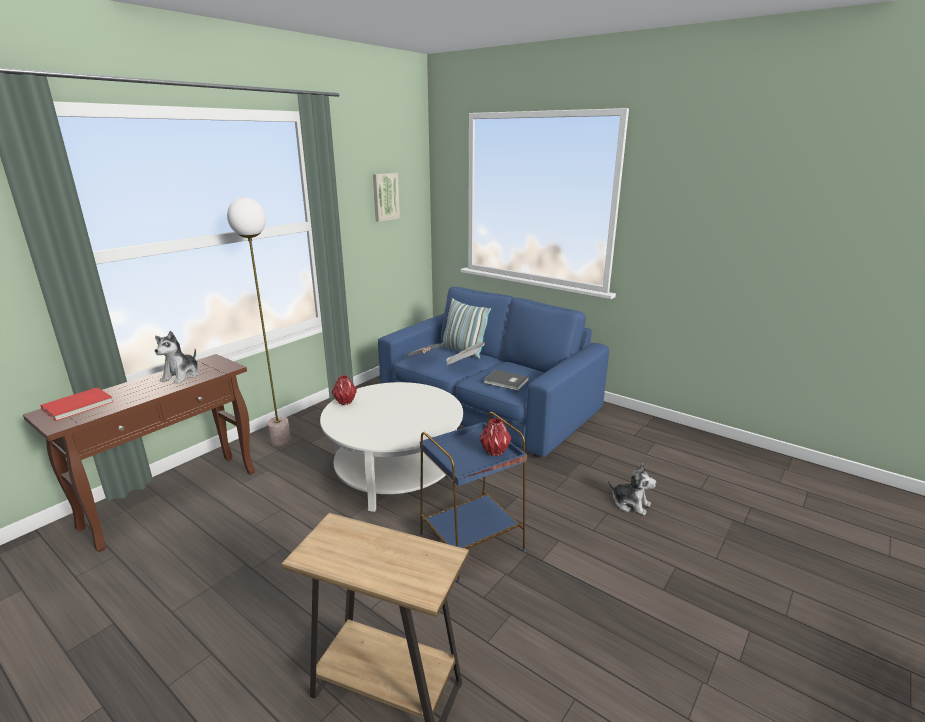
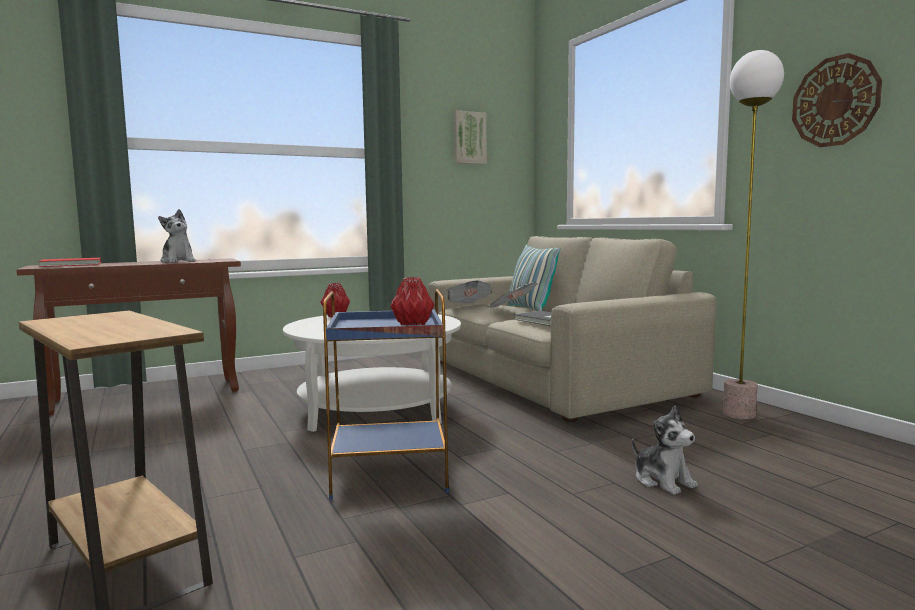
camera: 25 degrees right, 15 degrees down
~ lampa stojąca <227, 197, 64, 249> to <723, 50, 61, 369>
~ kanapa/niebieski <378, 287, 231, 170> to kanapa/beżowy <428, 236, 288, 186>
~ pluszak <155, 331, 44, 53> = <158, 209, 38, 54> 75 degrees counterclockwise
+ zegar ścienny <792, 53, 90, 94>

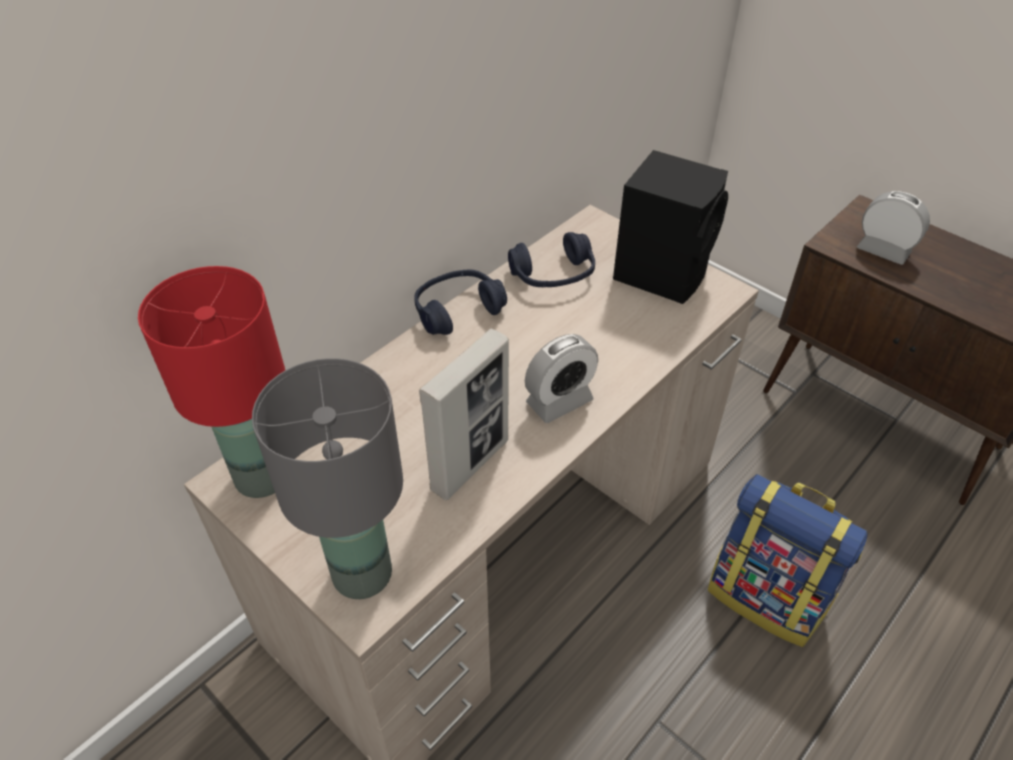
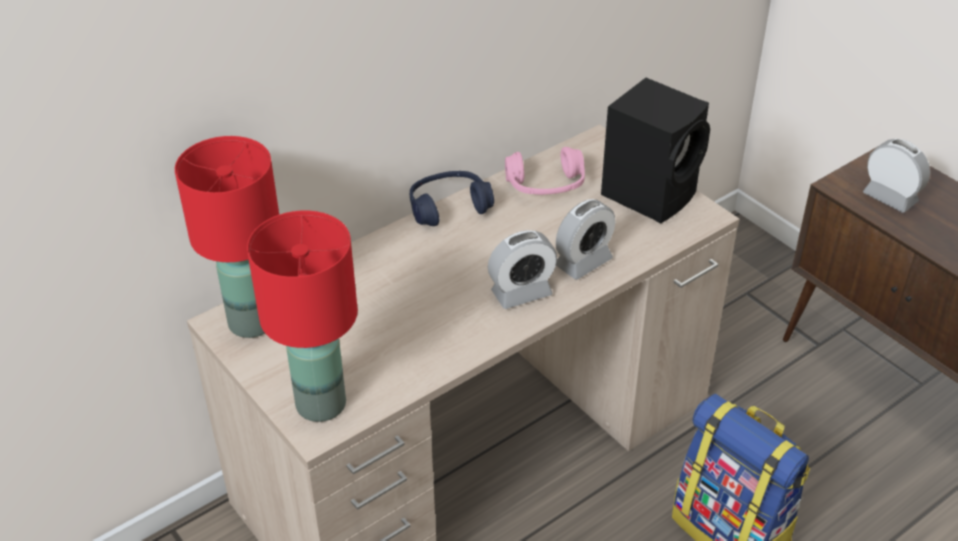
camera: 10 degrees right, 5 degrees down
~ słuchawki/niebieski <508, 232, 87, 55> to słuchawki/różowy <505, 147, 80, 48>
- ramka na zdjęcie <419, 328, 90, 172>
~ lampa stołowa/szary <252, 358, 151, 241> to lampa stołowa/czerwony <247, 210, 111, 212>
+ budzik <556, 199, 59, 81>

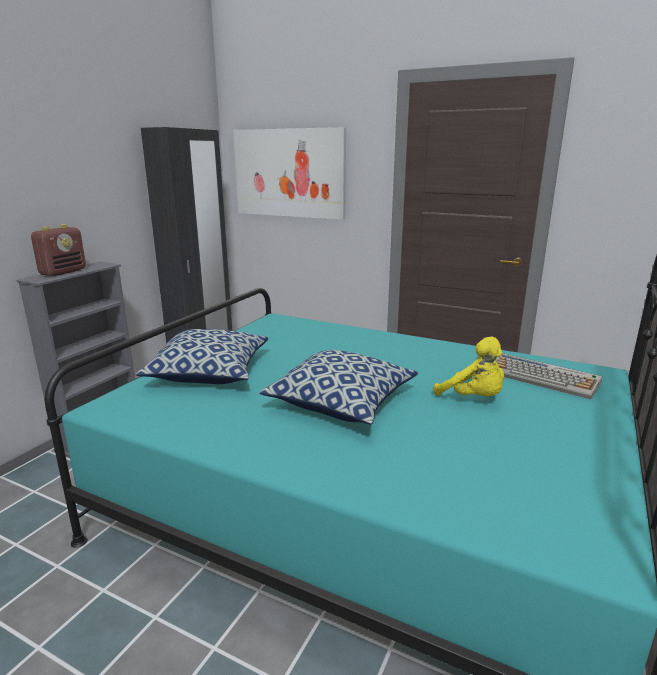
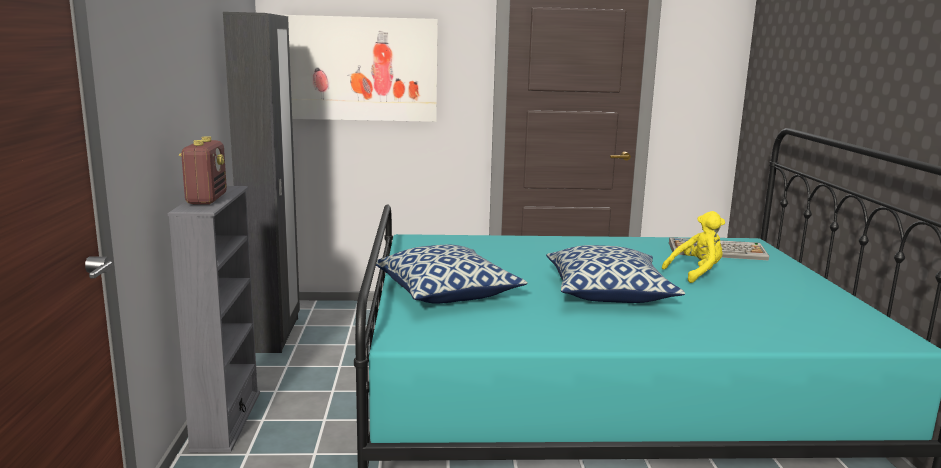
camera: 30 degrees left, 5 degrees down
~ pluszak/żółty <433, 337, 71, 59> = <662, 211, 63, 72> 45 degrees counterclockwise

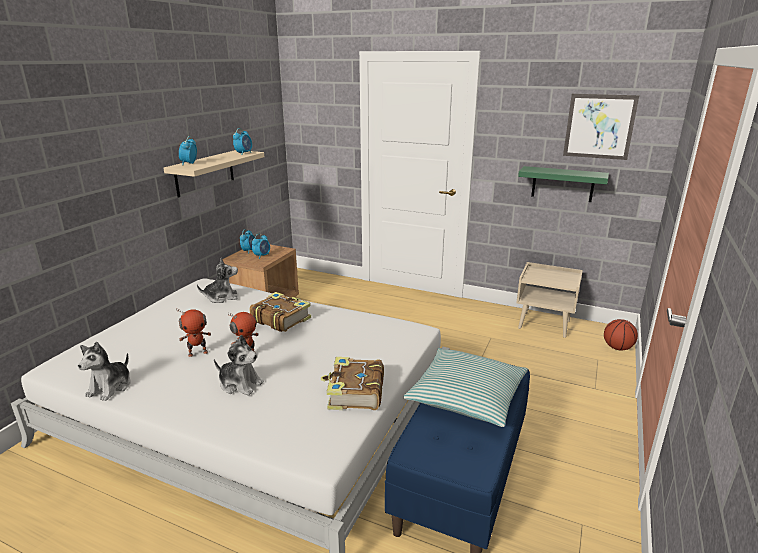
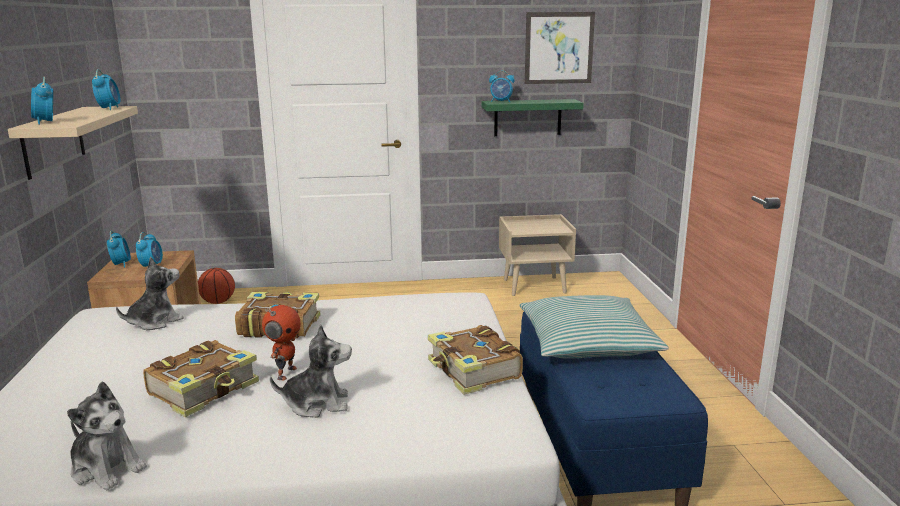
camera: 30 degrees left, 5 degrees down
~ robot zabawkowy <176, 309, 35, 48> to książka <143, 340, 116, 77>
~ piłka do koszykówki <604, 319, 34, 32> to <198, 268, 37, 36>
~ pluszak <78, 342, 53, 59> = <67, 382, 80, 108> 45 degrees counterclockwise
+ budzik <489, 71, 26, 31>

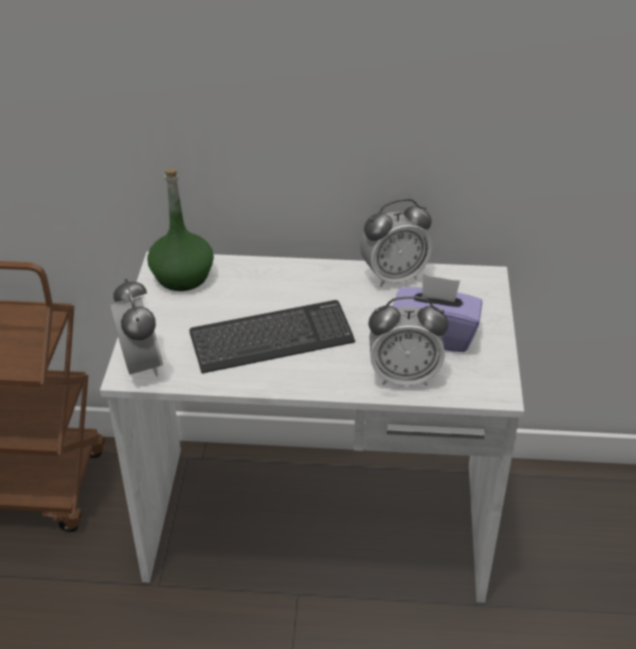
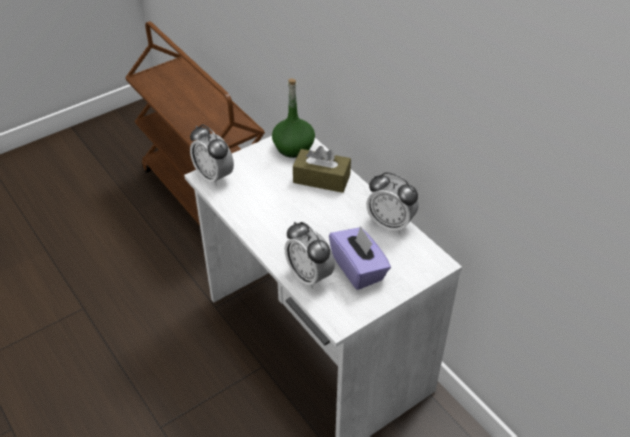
camera: 50 degrees right, 5 degrees up
~ budzik <110, 278, 53, 99> = <190, 124, 44, 63> 105 degrees clockwise
- klawiatura <189, 300, 166, 73>
+ pudełko chusteczek/brązowy <293, 146, 58, 47>

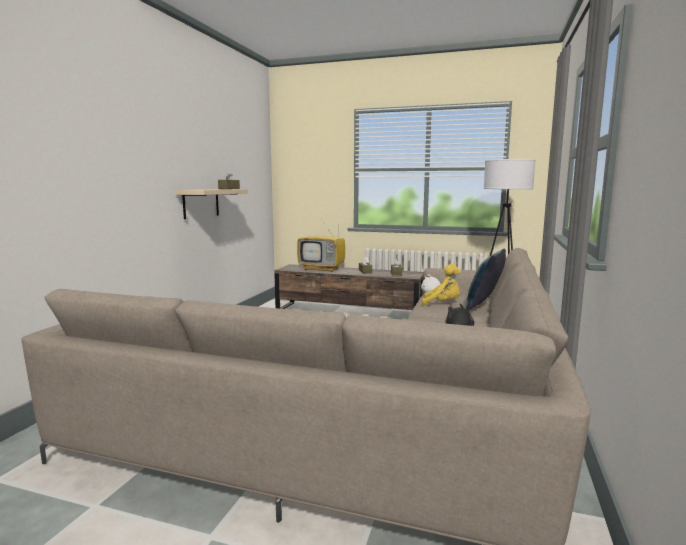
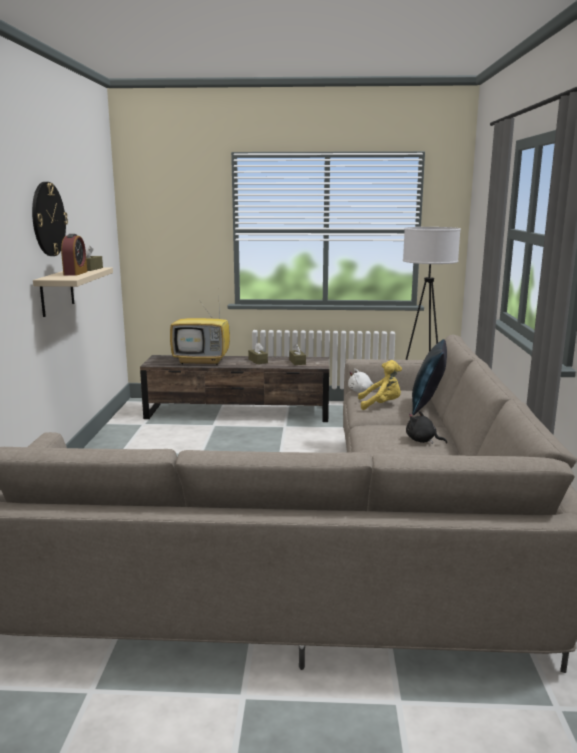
camera: 15 degrees left, 5 degrees up
+ zegar ścienny <32, 182, 36, 74>
+ budzik <61, 234, 26, 42>

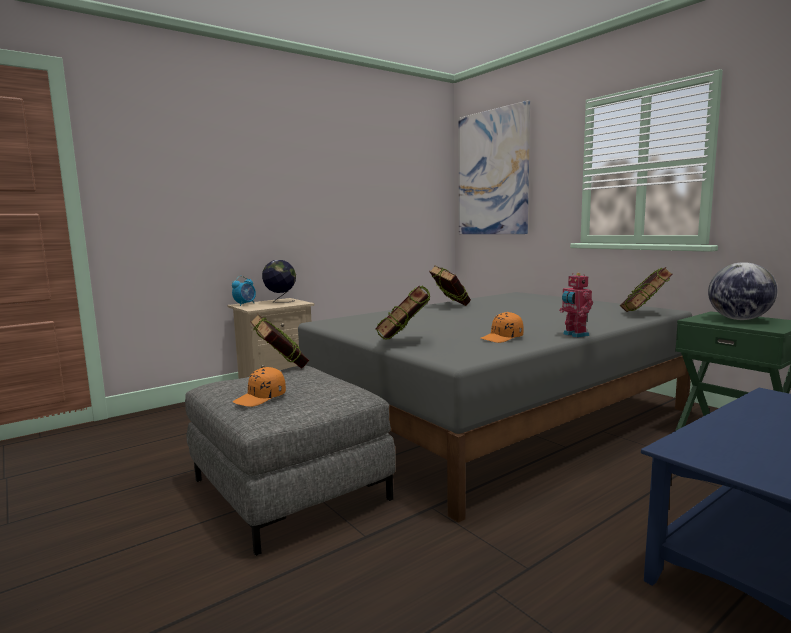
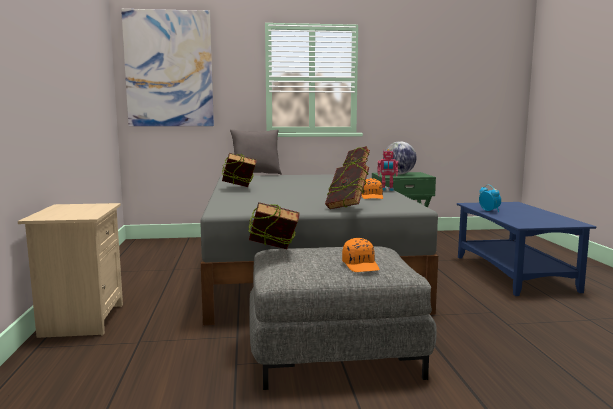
camera: 60 degrees left, 0 degrees up
- globus <262, 260, 34, 43>
~ budzik <232, 276, 24, 30> to <479, 185, 22, 27>
+ poduszka/szary <230, 129, 52, 46>

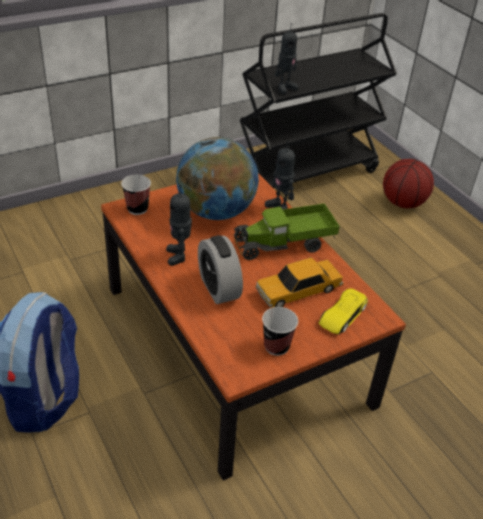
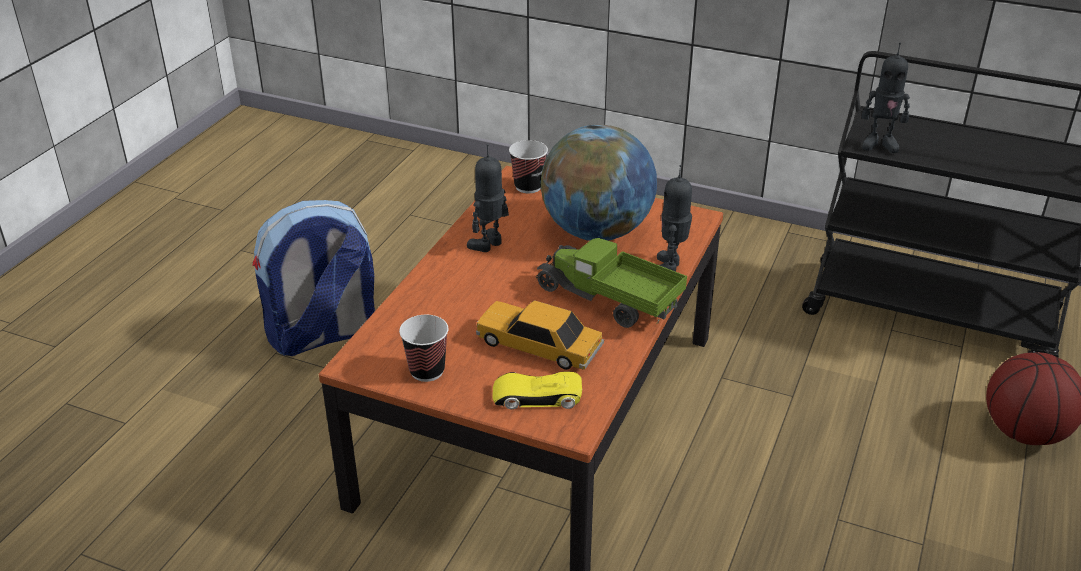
camera: 55 degrees right, 5 degrees down
- budzik <198, 235, 45, 69>

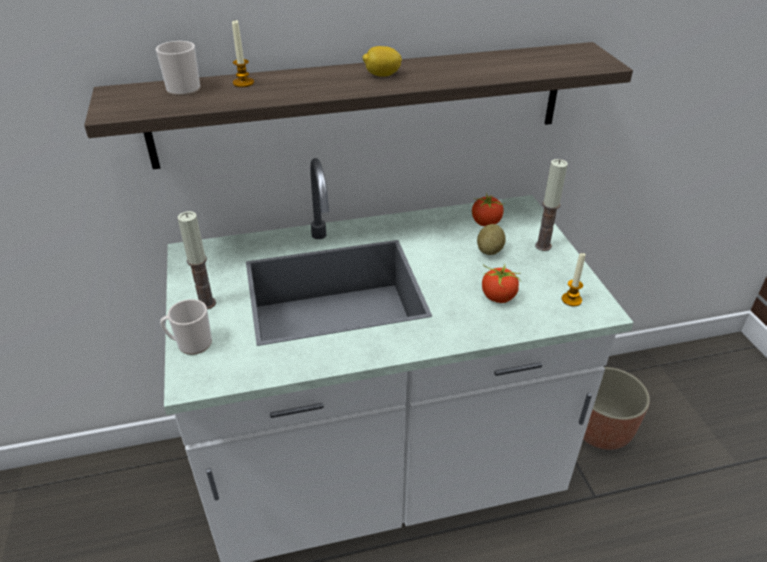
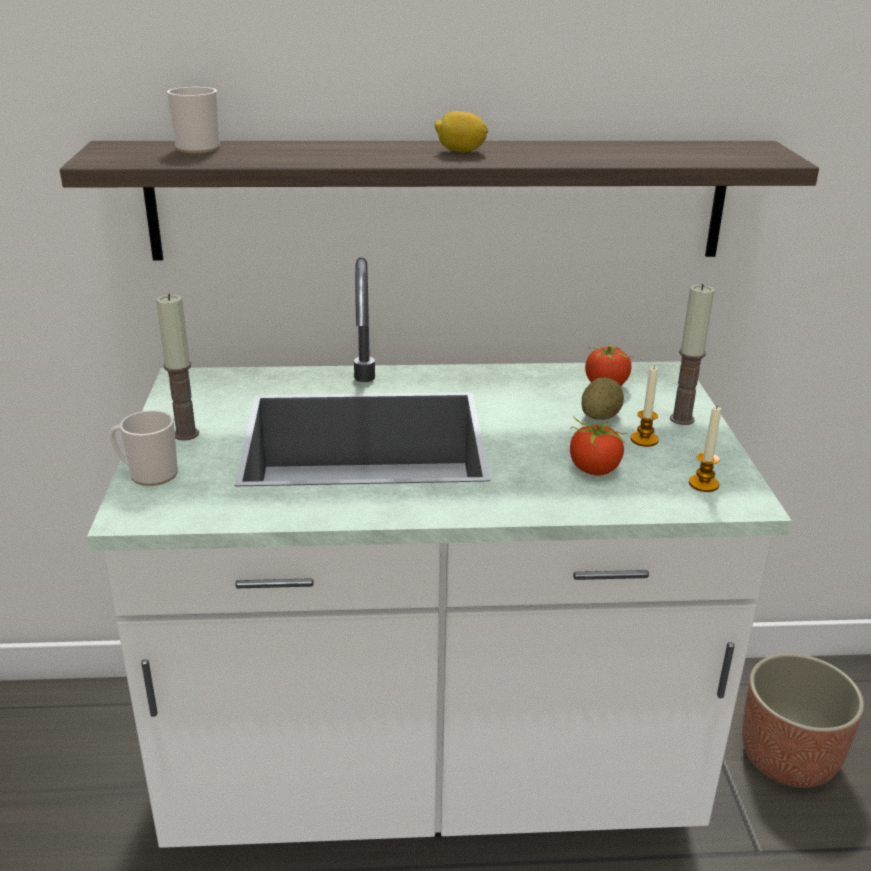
camera: 10 degrees right, 10 degrees down
~ świeca <232, 20, 22, 67> to <630, 365, 29, 82>

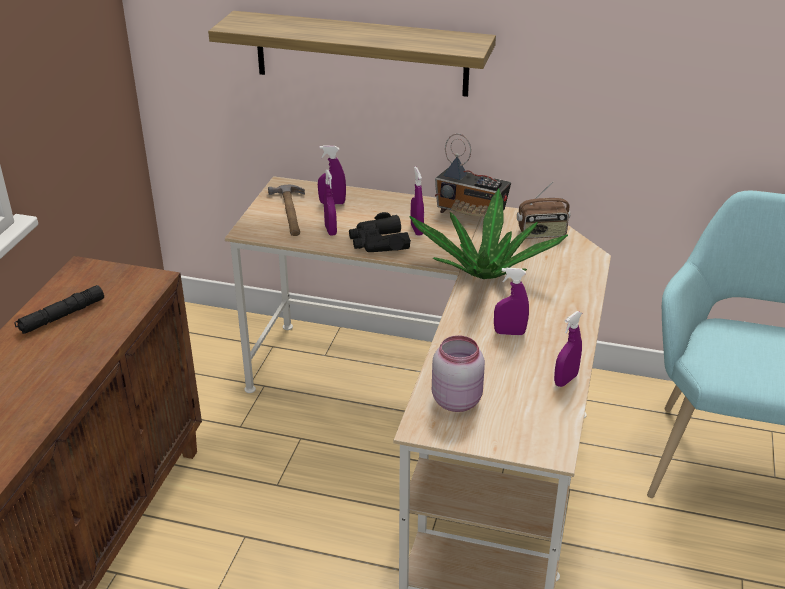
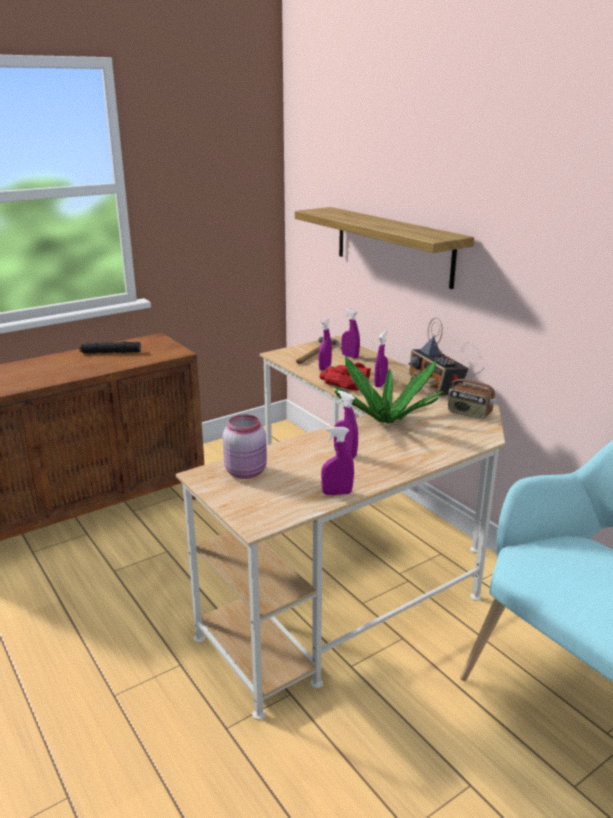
camera: 40 degrees right, 10 degrees down
~ lornetka/czarny <349, 212, 62, 40> to lornetka/czerwony <320, 362, 51, 29>

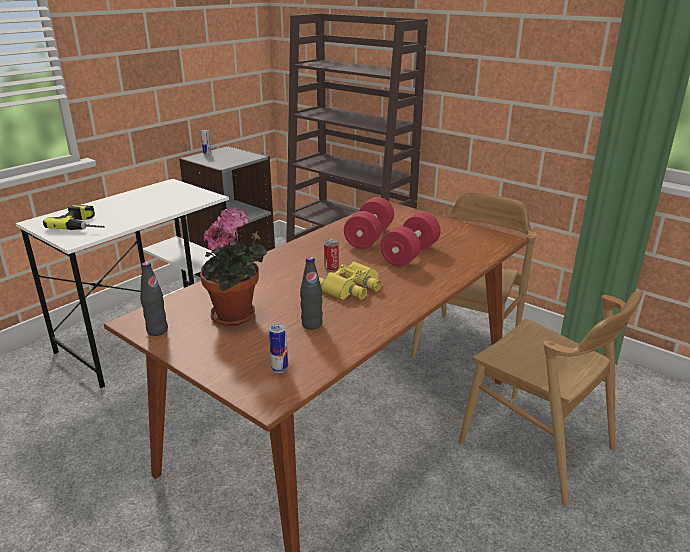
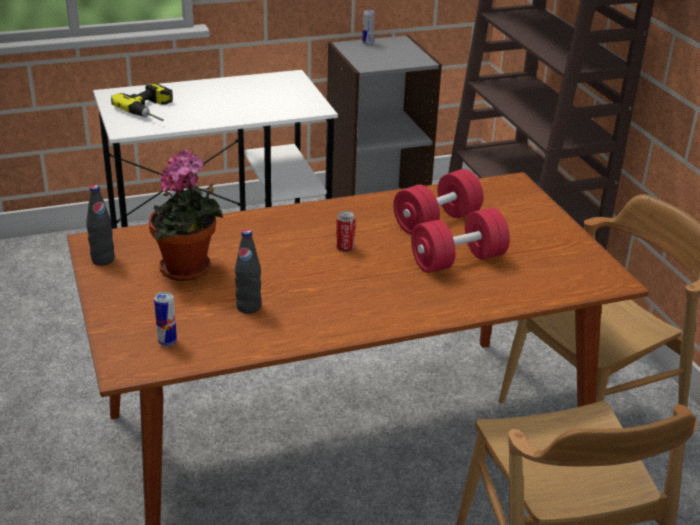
camera: 30 degrees right, 5 degrees up
- lornetka/żółty <319, 261, 63, 39>

